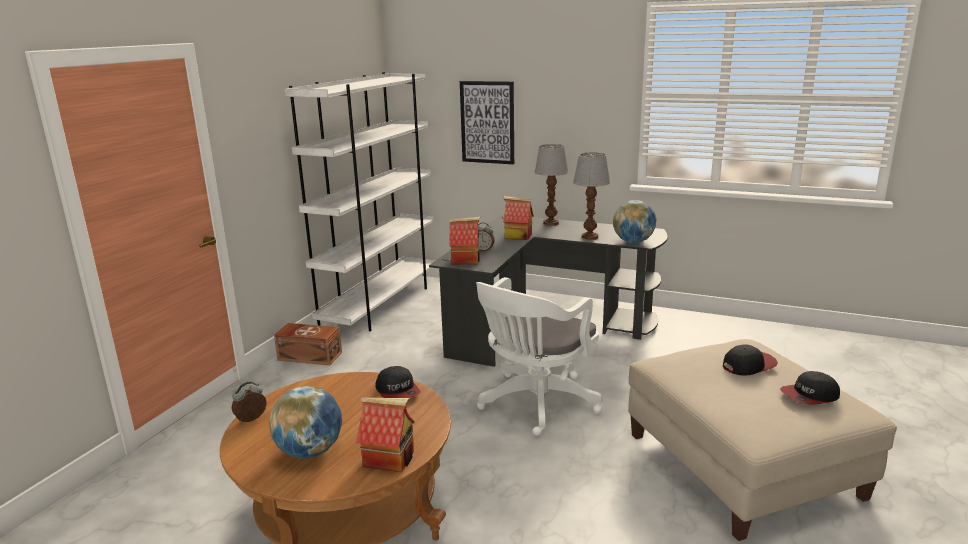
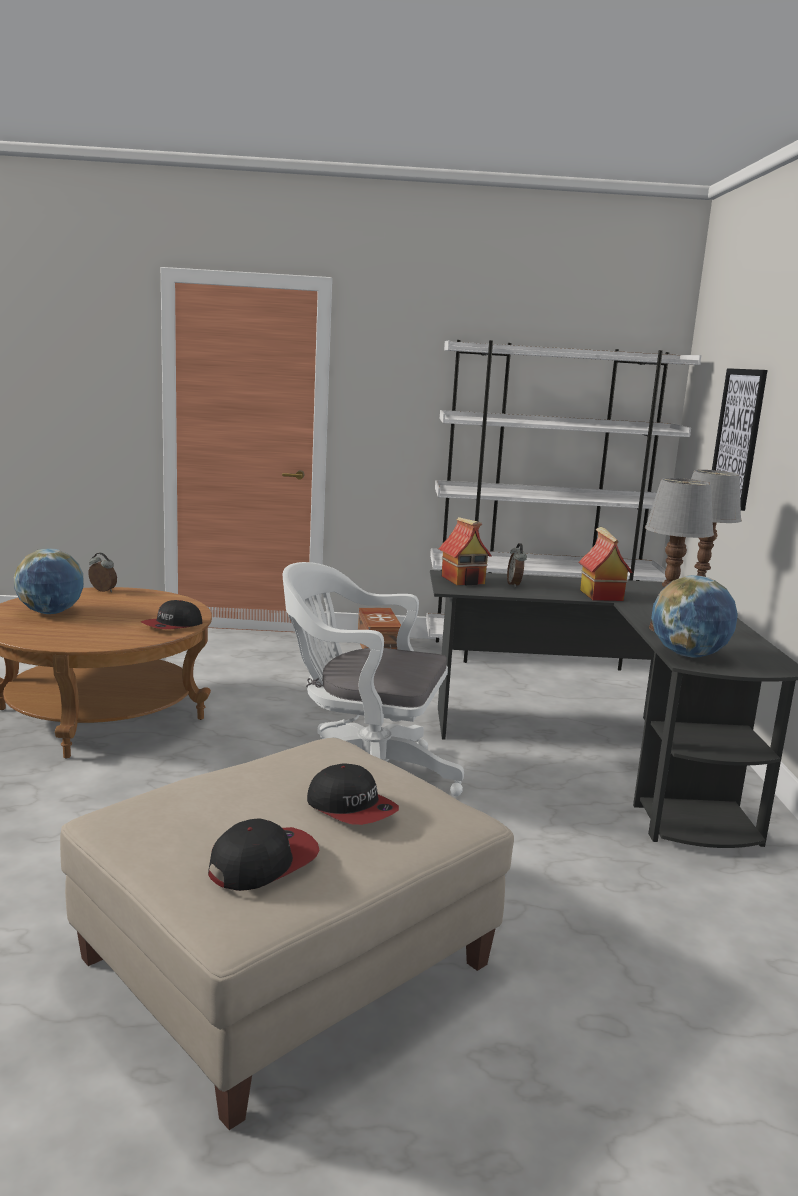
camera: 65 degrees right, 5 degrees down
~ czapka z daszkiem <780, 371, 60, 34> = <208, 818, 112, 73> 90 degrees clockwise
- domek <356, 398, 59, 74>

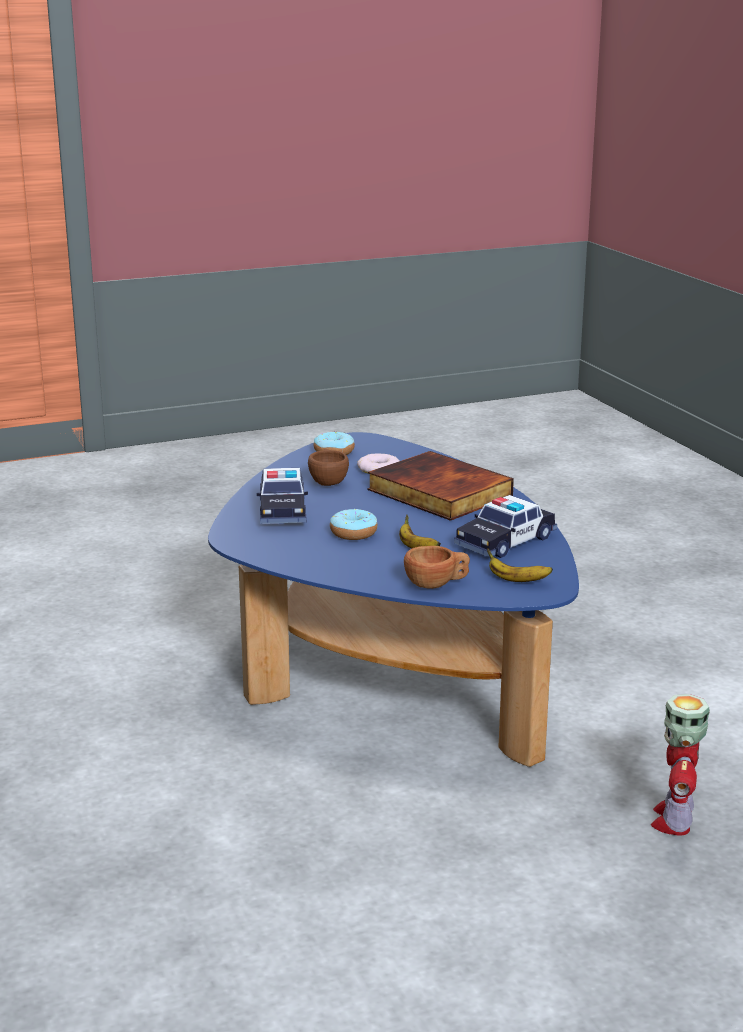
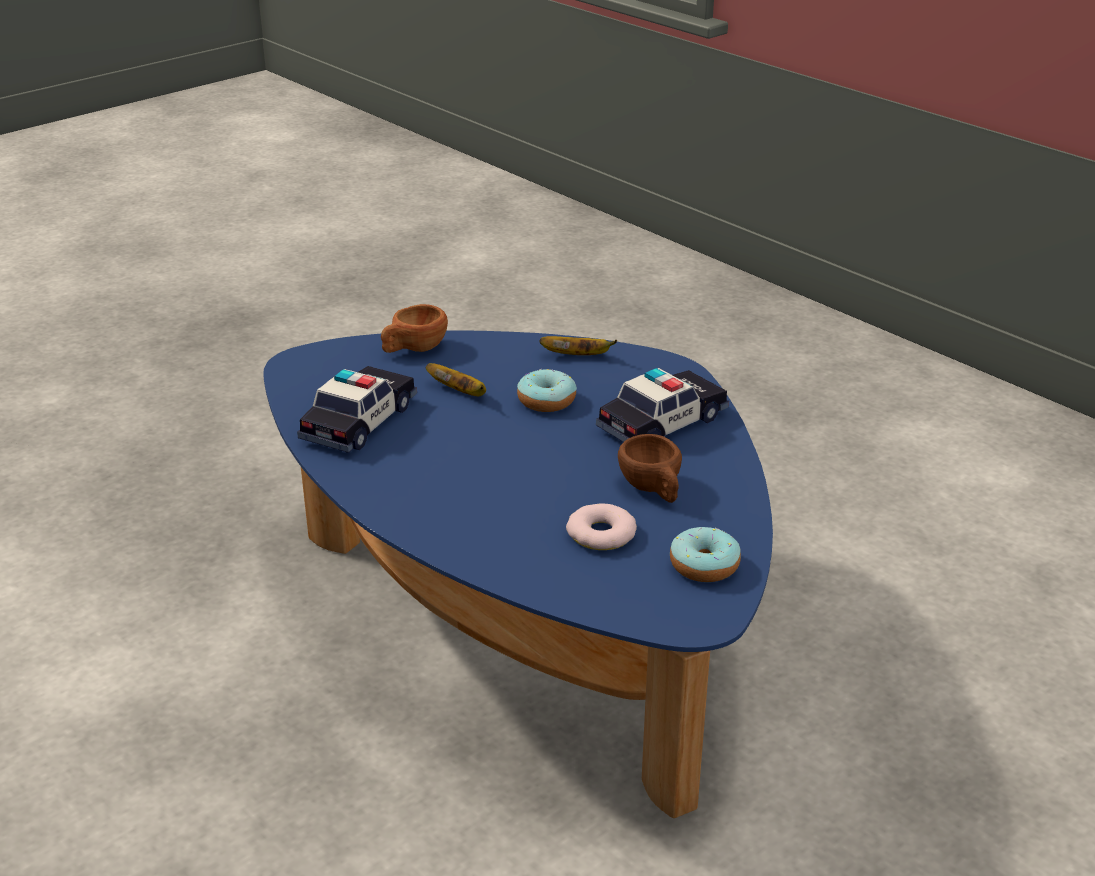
camera: 160 degrees right, 10 degrees up
- książka <368, 451, 146, 70>
~ samochodzik <257, 468, 51, 56> = <596, 368, 133, 74> 75 degrees clockwise
~ banan <487, 548, 66, 34> to <540, 336, 77, 19>
- robot zabawkowy <651, 694, 59, 142>

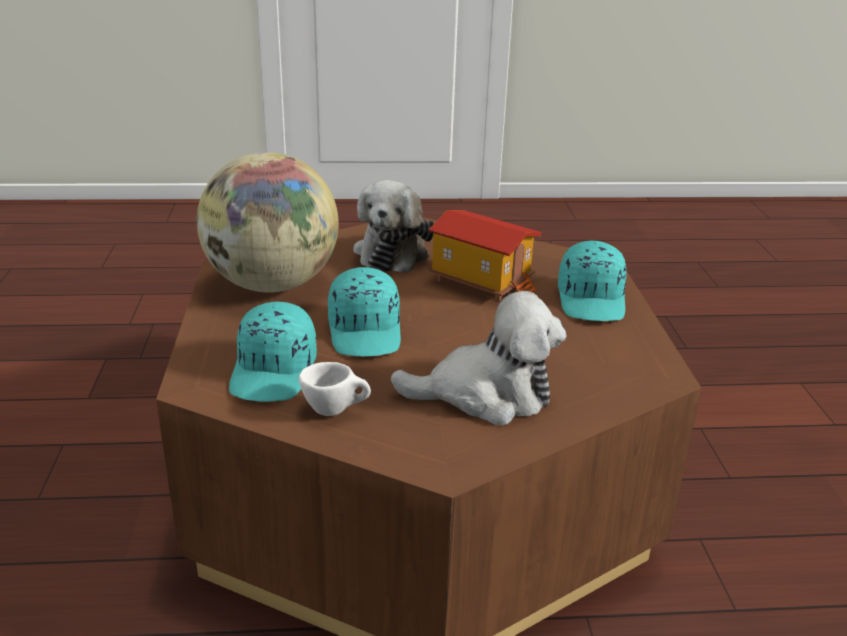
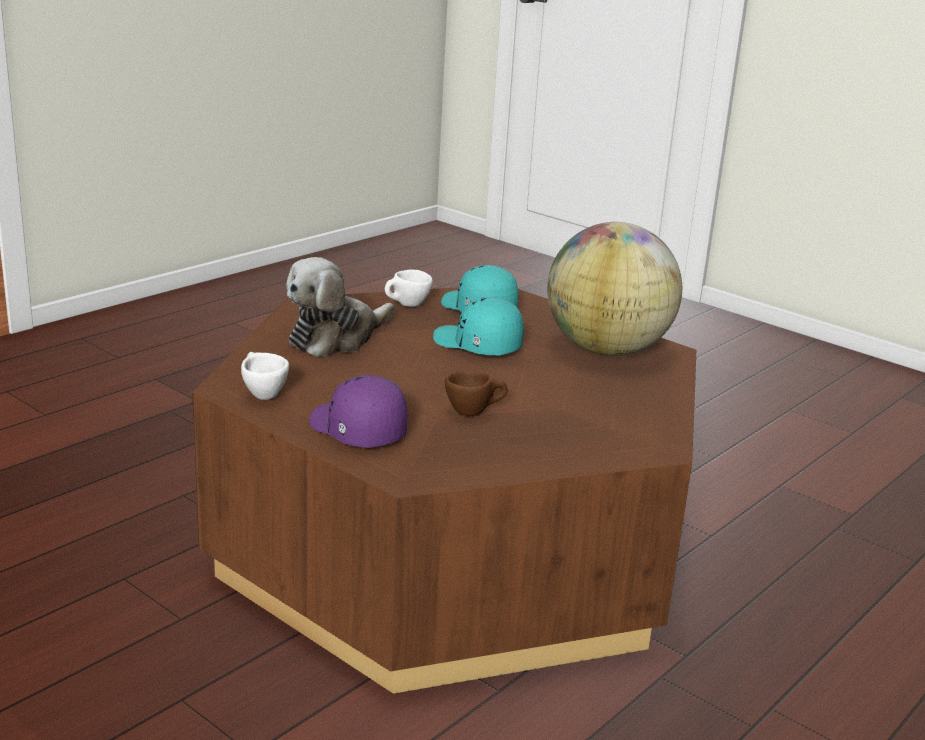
camera: 135 degrees right, 5 degrees down
- pluszak <353, 180, 81, 93>
~ domek <427, 210, 115, 91> to filiżanka/brązowy <445, 371, 63, 45>
~ czapka z daszkiem/turkusowy <558, 241, 68, 80> to czapka z daszkiem/fioletowy <309, 375, 98, 73>
+ filiżanka/biały <241, 352, 48, 48>

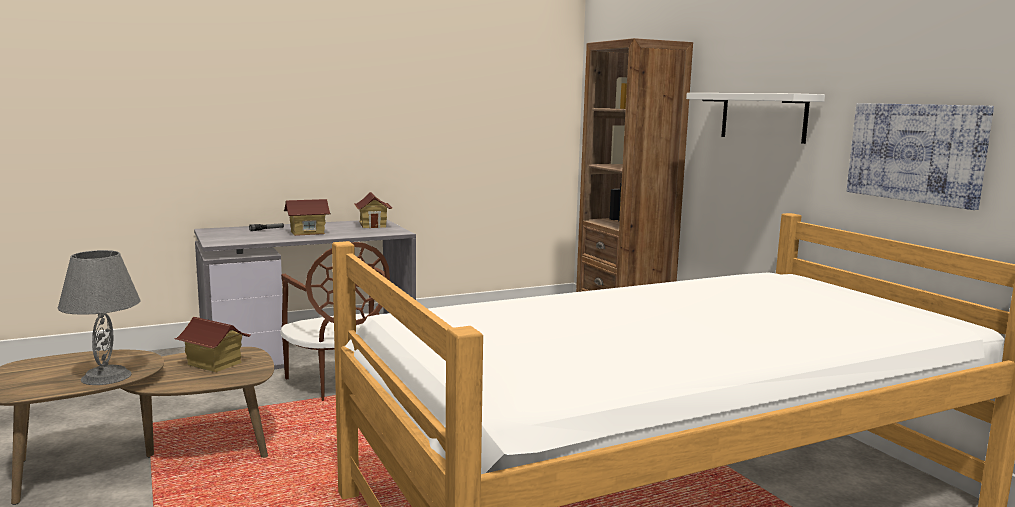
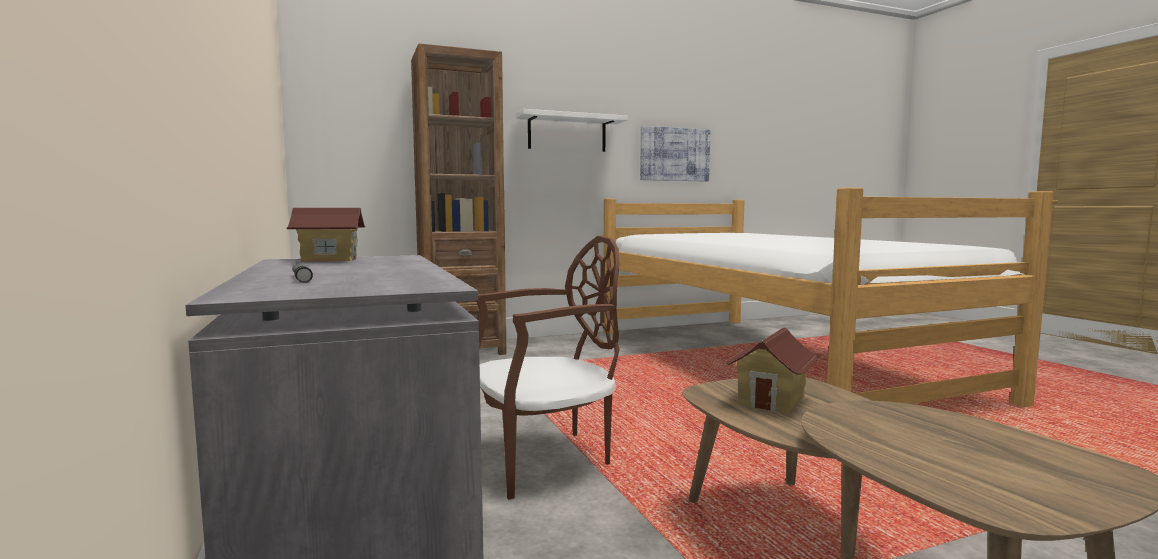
camera: 85 degrees left, 5 degrees down
- domek <284, 199, 47, 37>
- lampa stołowa/szary <58, 250, 82, 135>

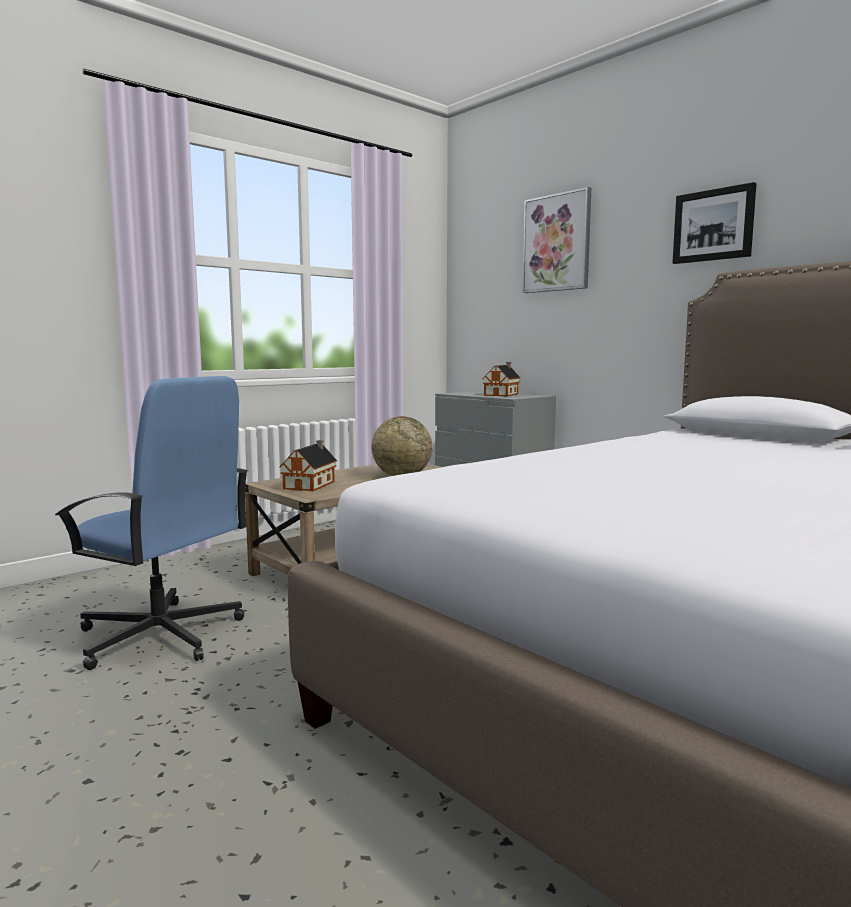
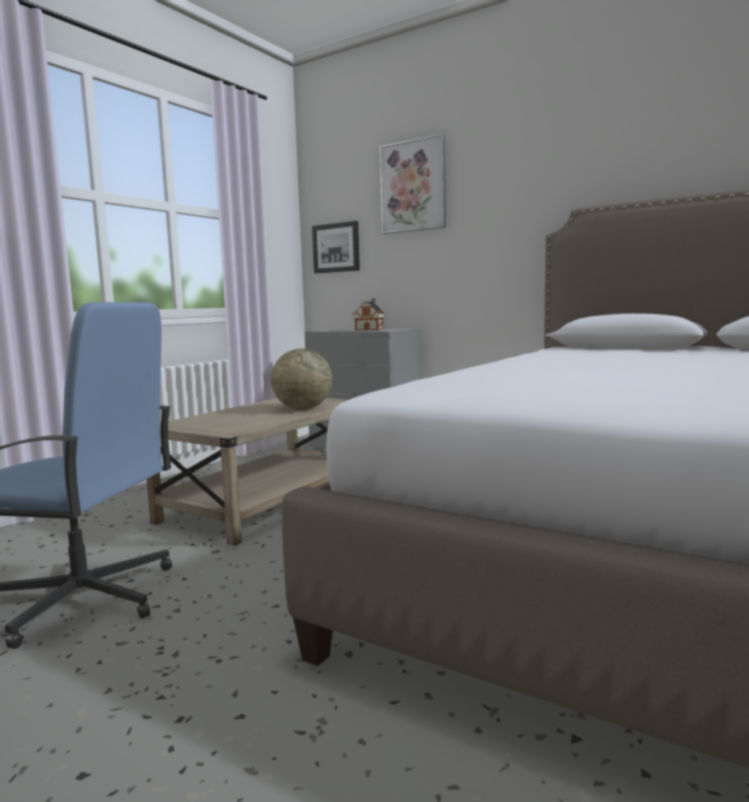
camera: 15 degrees left, 0 degrees up
~ obraz <672, 182, 85, 82> to <312, 221, 48, 52>
- domek <279, 440, 58, 51>

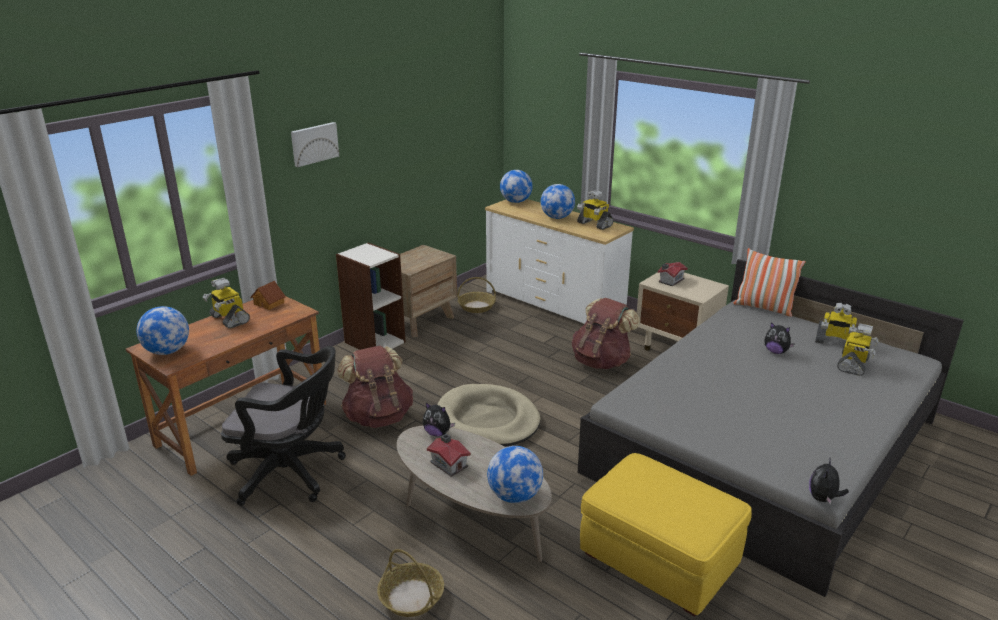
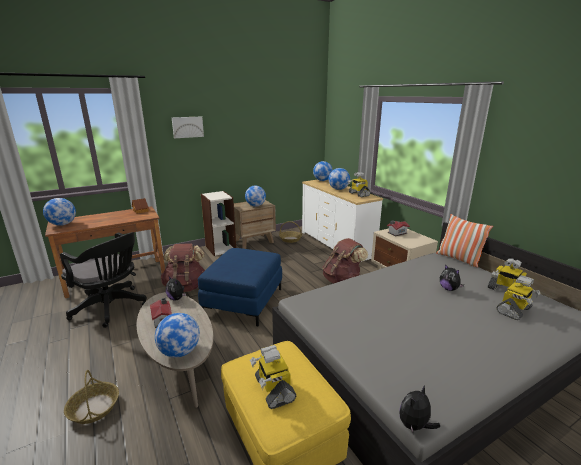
camera: 20 degrees right, 5 degrees down
~ robot zabawkowy <203, 278, 47, 51> to <250, 345, 46, 64>
~ legowisko/beżowy <437, 384, 104, 62> to pufa/niebieski <198, 248, 84, 78>
+ globus <245, 185, 21, 22>

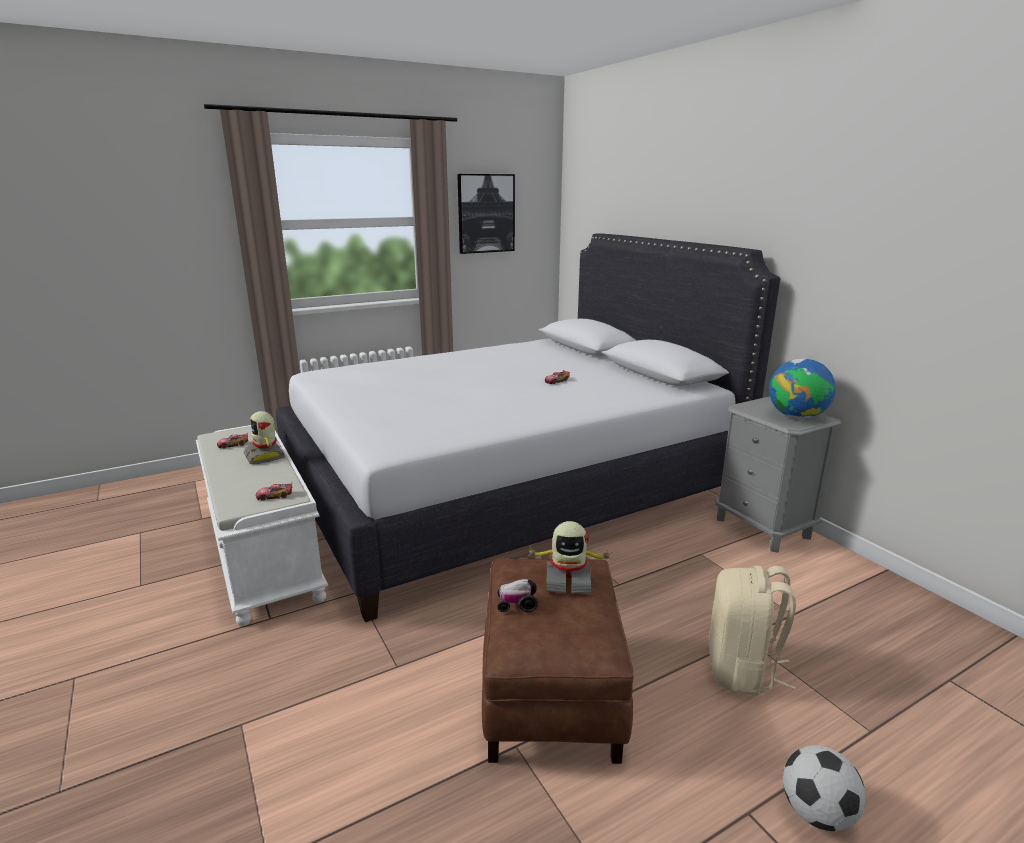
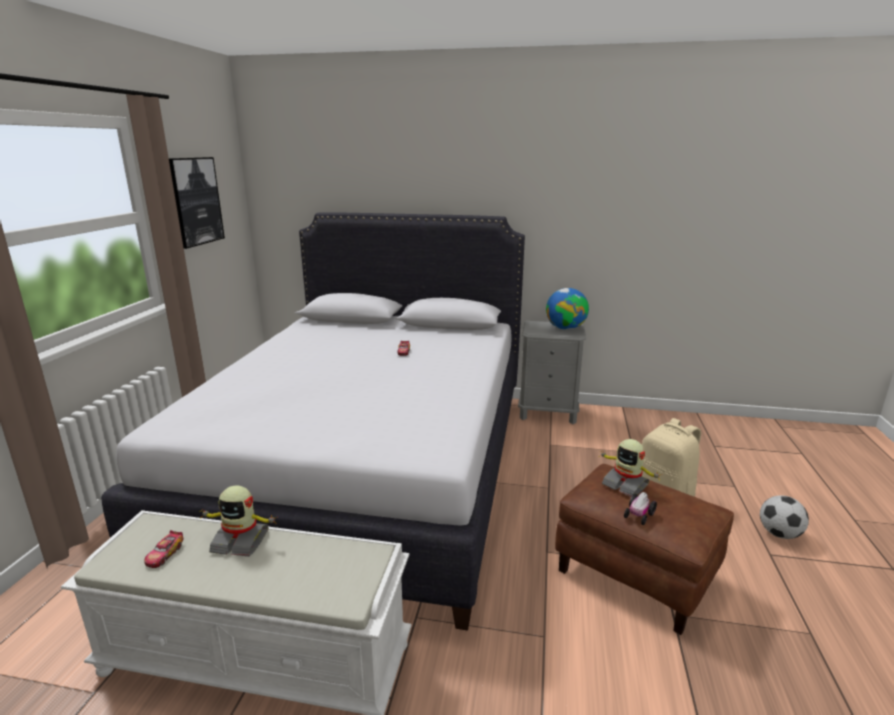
camera: 50 degrees left, 0 degrees up
- samochodzik <256, 483, 36, 18>
~ robot zabawkowy <527, 521, 85, 73> = <599, 439, 61, 58> 90 degrees clockwise

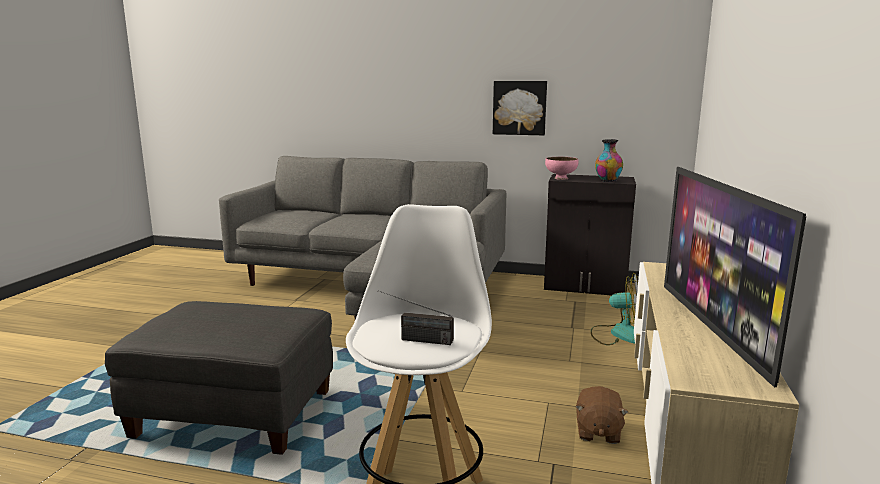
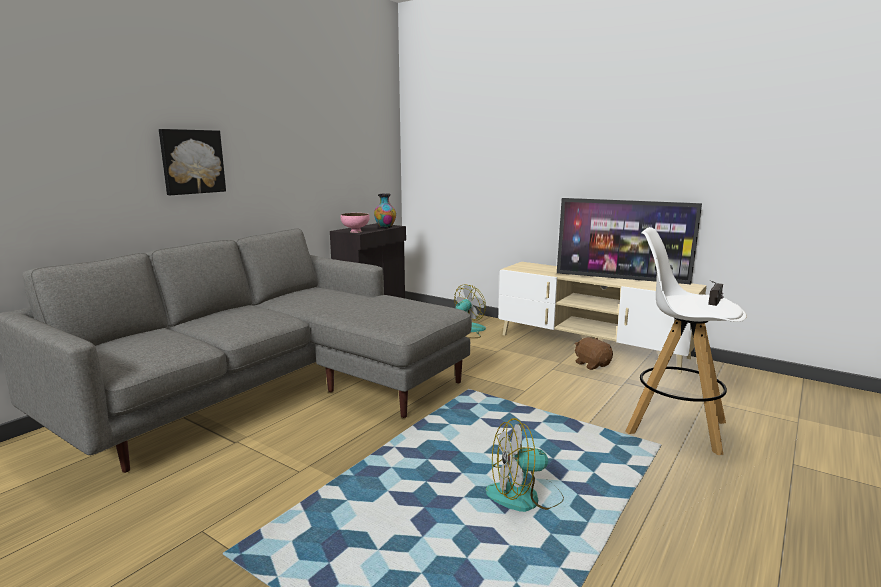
camera: 70 degrees left, 0 degrees up
~ obraz <493, 81, 54, 54> to <159, 129, 67, 66>
~ pufa/szary <105, 301, 228, 154> to wentylator <486, 418, 78, 94>
~ pluszak/brązowy <575, 386, 54, 58> = <575, 337, 38, 33> 150 degrees counterclockwise

